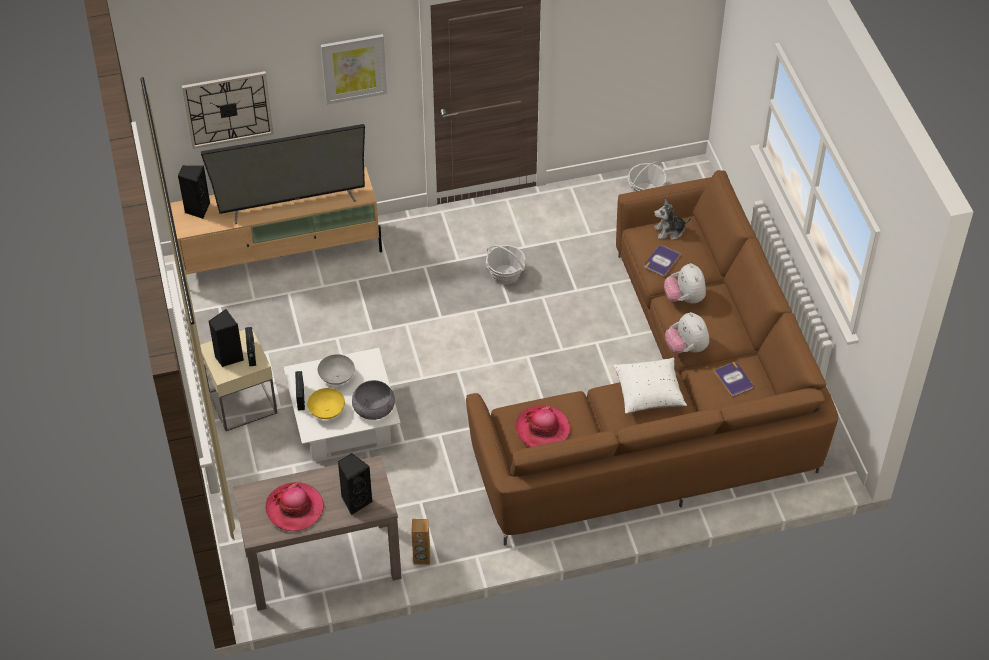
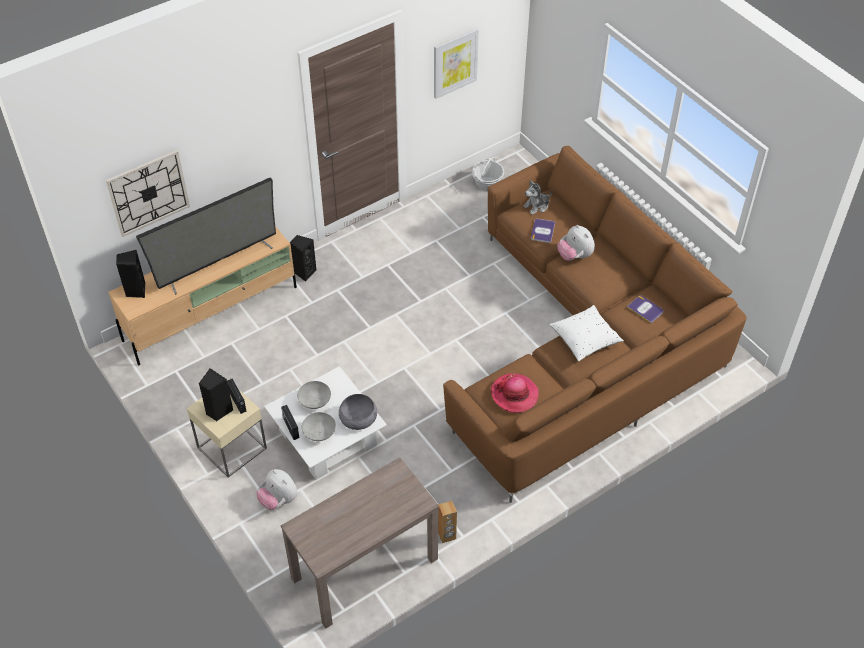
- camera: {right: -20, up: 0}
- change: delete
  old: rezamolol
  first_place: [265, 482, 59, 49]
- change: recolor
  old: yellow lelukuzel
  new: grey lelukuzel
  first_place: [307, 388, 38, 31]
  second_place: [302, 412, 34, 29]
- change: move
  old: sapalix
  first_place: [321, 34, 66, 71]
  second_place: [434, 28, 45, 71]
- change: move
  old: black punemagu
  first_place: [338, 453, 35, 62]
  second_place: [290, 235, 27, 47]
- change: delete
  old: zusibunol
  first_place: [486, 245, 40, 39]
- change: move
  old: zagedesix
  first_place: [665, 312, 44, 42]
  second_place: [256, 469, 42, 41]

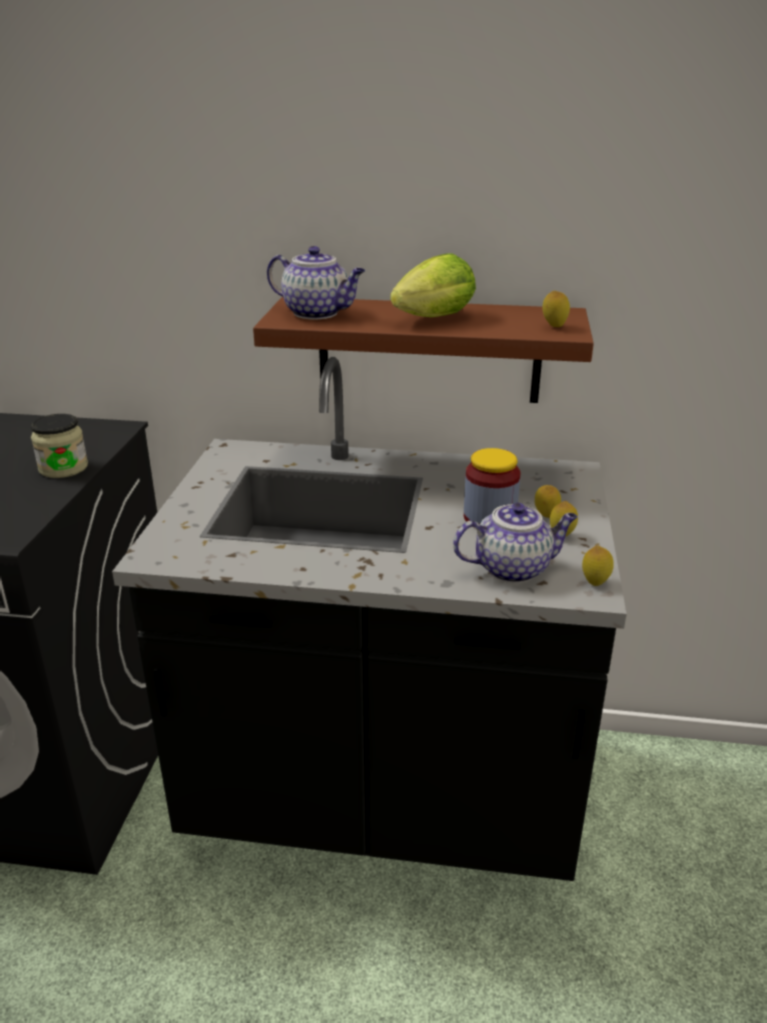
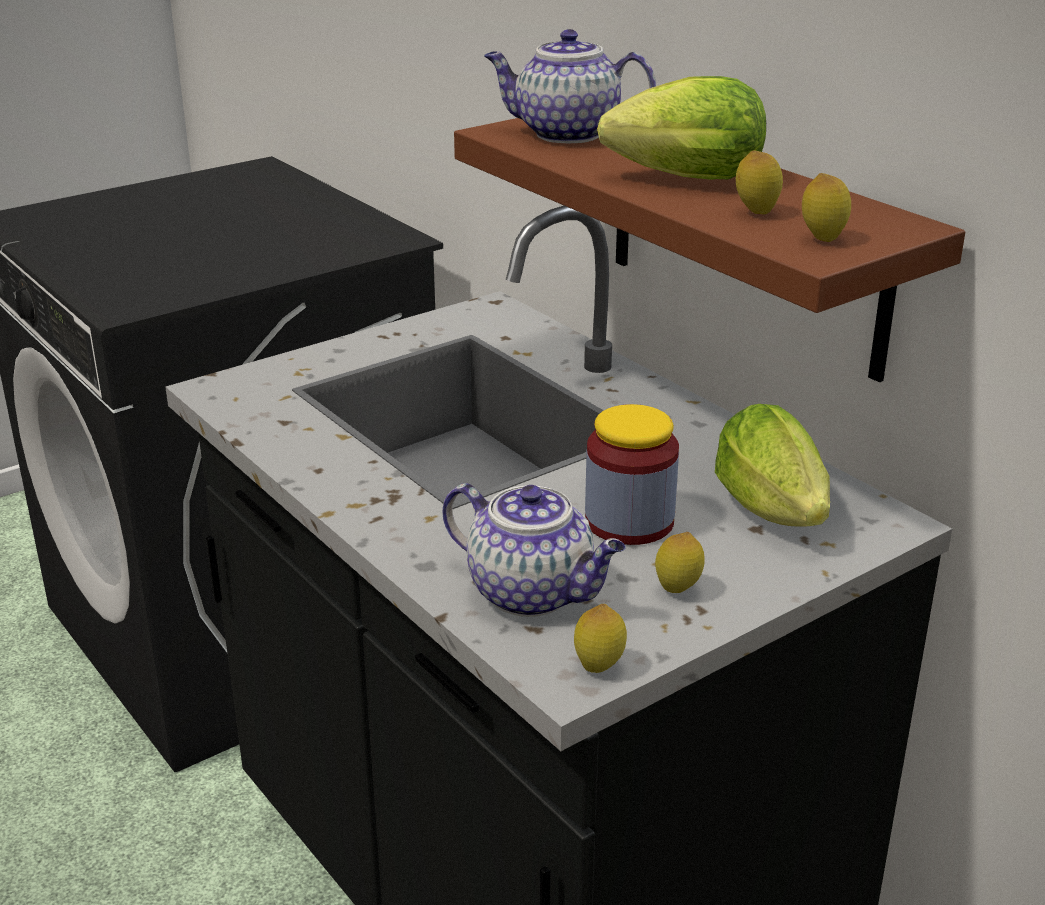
- camera: {right: 45, up: 0}
- change: delete
  old: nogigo
  first_place: [31, 414, 57, 64]
- change: rotate
  old: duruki
  first_place: [267, 246, 98, 74]
  second_place: [484, 29, 172, 114]
  degrees: 120
- change: move
  old: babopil
  first_place: [535, 485, 26, 33]
  second_place: [736, 151, 47, 64]
- change: insert
  new: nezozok
  second_place: [715, 404, 115, 123]

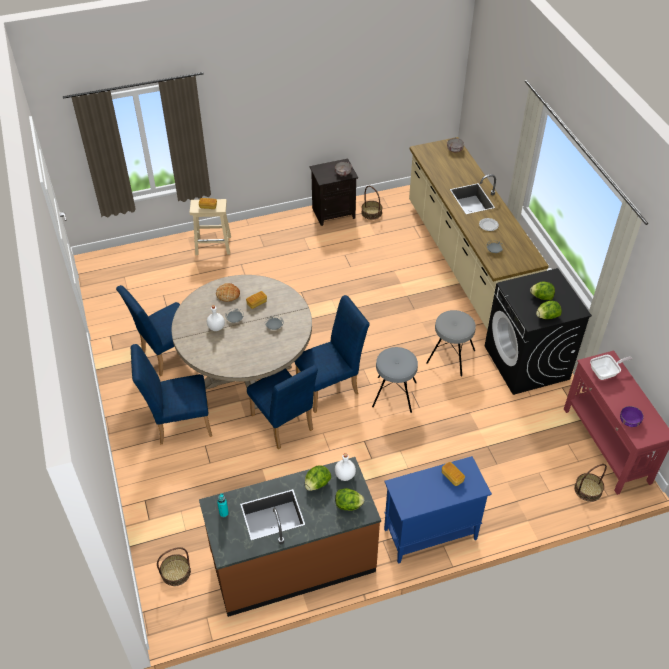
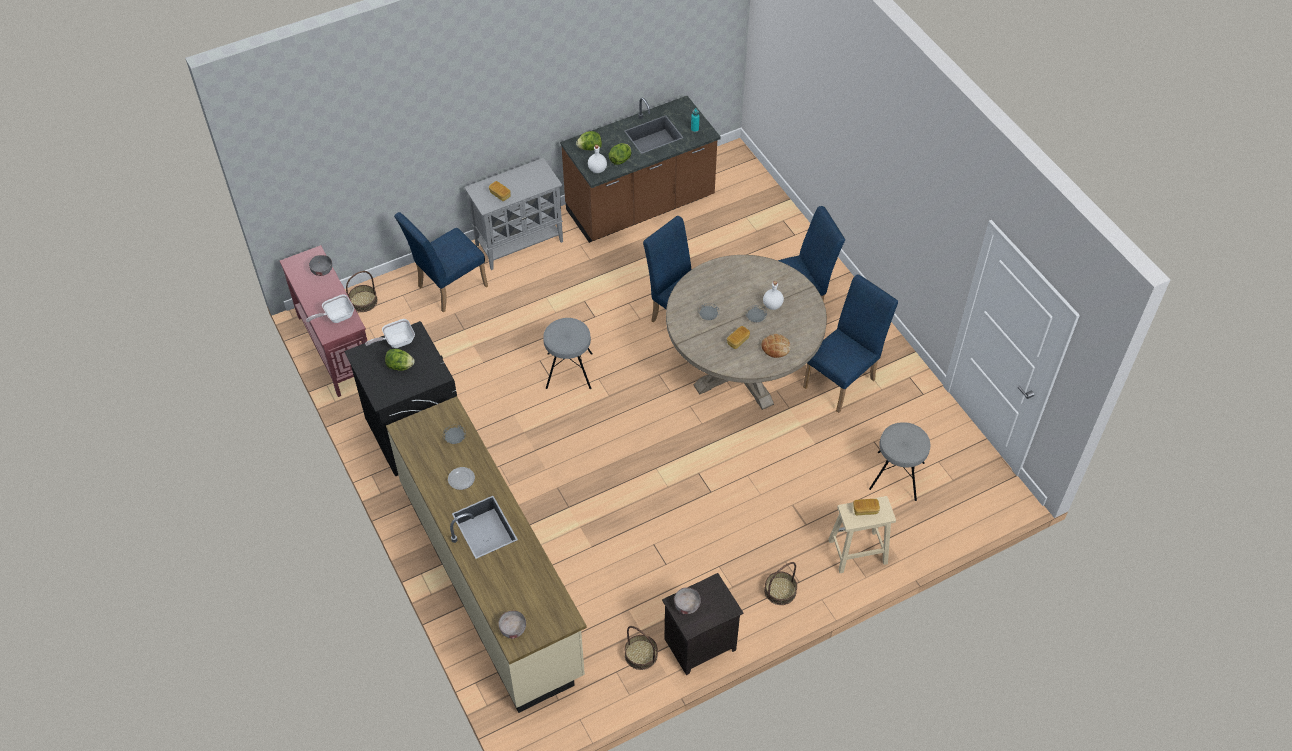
- camera: {right: 170, up: 5}
- change: move
  old: zusibunol
  first_place: [157, 547, 34, 39]
  second_place: [764, 562, 33, 43]
- change: move
  old: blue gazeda
  first_place: [295, 295, 75, 118]
  second_place: [394, 212, 94, 101]
- change: recolor
  old: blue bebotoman
  new: grey bebotoman
  first_place: [384, 456, 108, 108]
  second_place: [464, 158, 99, 112]
- change: move
  old: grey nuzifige
  first_place: [426, 310, 50, 67]
  second_place: [869, 422, 61, 79]
- change: replace
  old: nezozok
  new: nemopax
  first_place: [536, 301, 26, 18]
  second_place: [365, 319, 50, 29]
- change: recolor
  old: purple lelukuzel
  new: grey lelukuzel
  first_place: [620, 406, 24, 21]
  second_place: [309, 255, 23, 21]

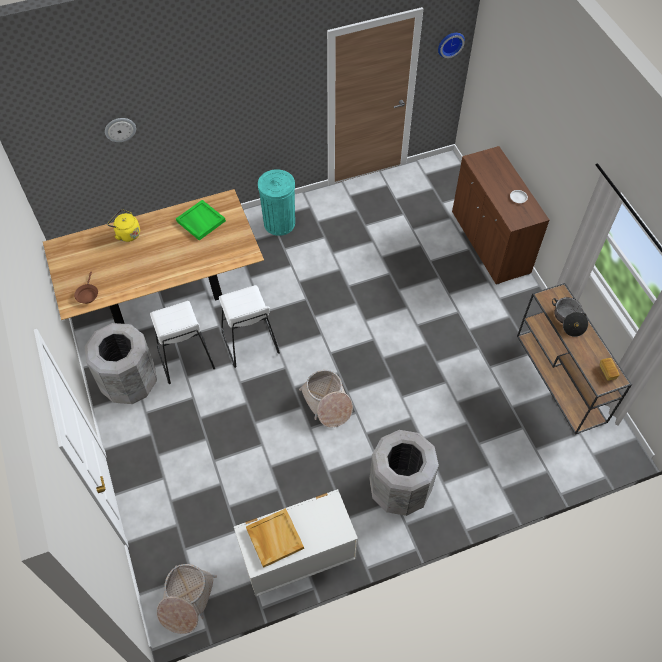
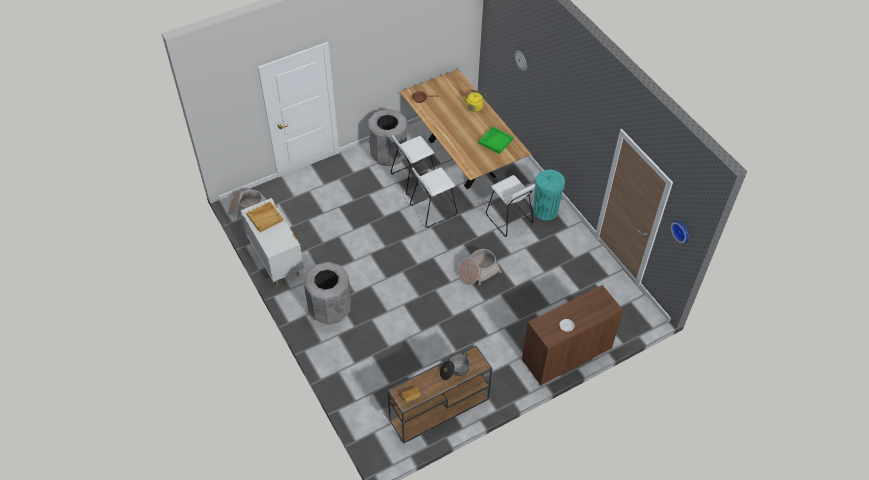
- camera: {right: 80, up: -5}
- change: move
  old: zusibunol
  first_place: [299, 370, 54, 57]
  second_place: [458, 249, 44, 36]
- change: insert
  new: white nuzifige
  second_place: [486, 175, 49, 62]

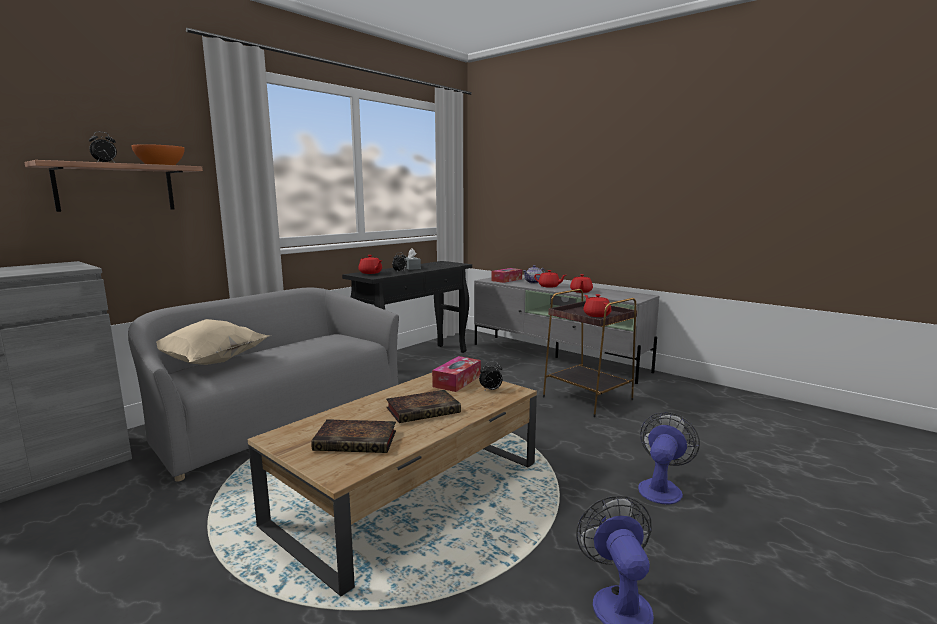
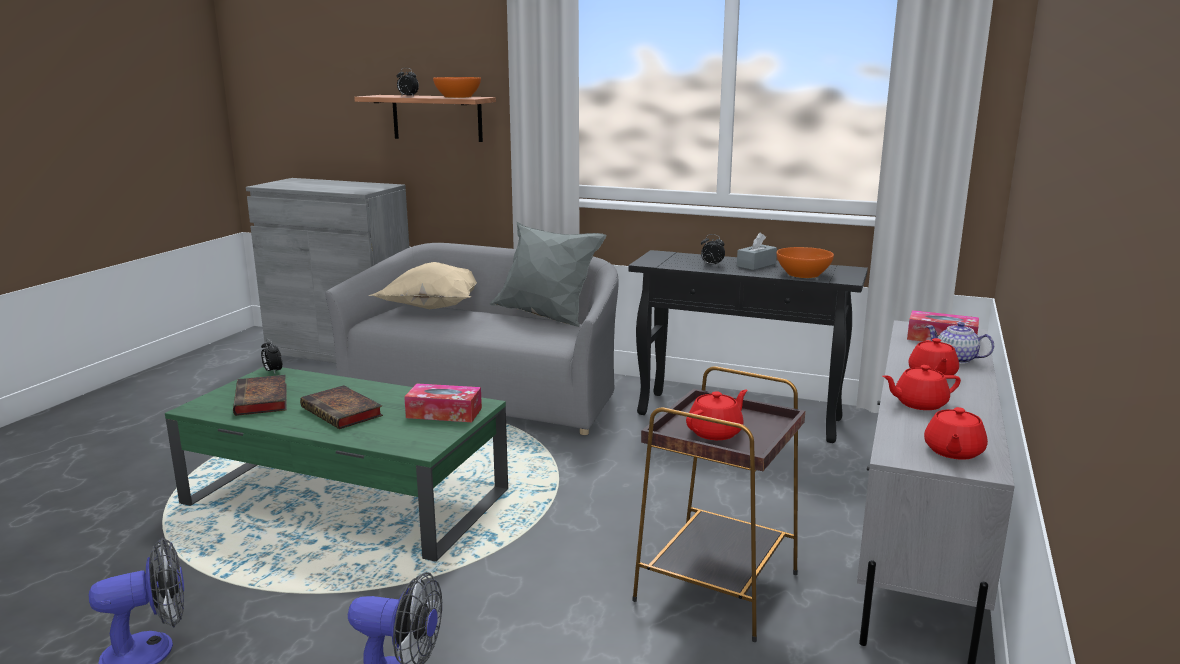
- camera: {right: 70, up: 5}
- change: recolor
  old: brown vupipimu
  new: green vupipimu
  first_place: [248, 373, 289, 223]
  second_place: [165, 367, 343, 195]
- change: move
  old: red duruki
  first_place: [359, 255, 23, 19]
  second_place: [924, 407, 64, 53]
- change: move
  old: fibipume
  first_place: [479, 361, 23, 31]
  second_place: [261, 339, 21, 34]
- change: insert
  new: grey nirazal
  second_place: [489, 222, 118, 105]
- change: insert
  new: orange lelukuzel
  second_place: [777, 247, 57, 31]

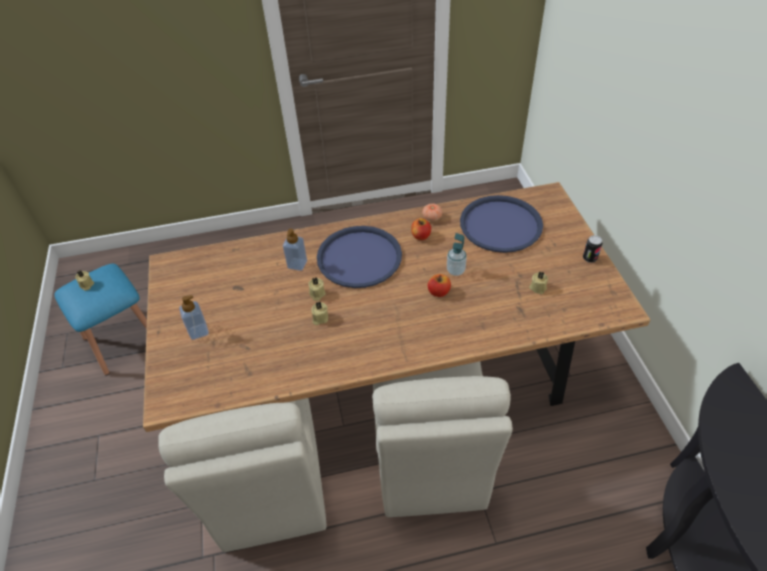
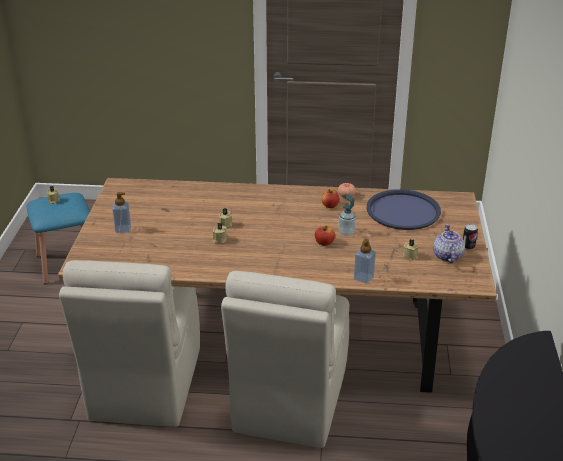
- camera: {right: 15, up: -15}
- change: move
  old: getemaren
  first_place: [283, 228, 24, 43]
  second_place: [354, 239, 22, 45]
- change: delete
  old: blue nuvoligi
  first_place: [317, 226, 85, 62]
- change: insert
  new: duruki
  second_place: [433, 224, 32, 39]

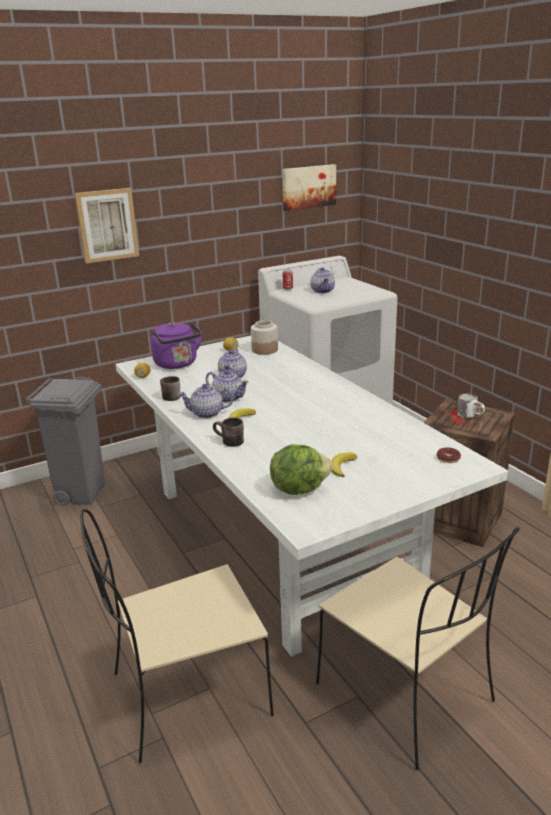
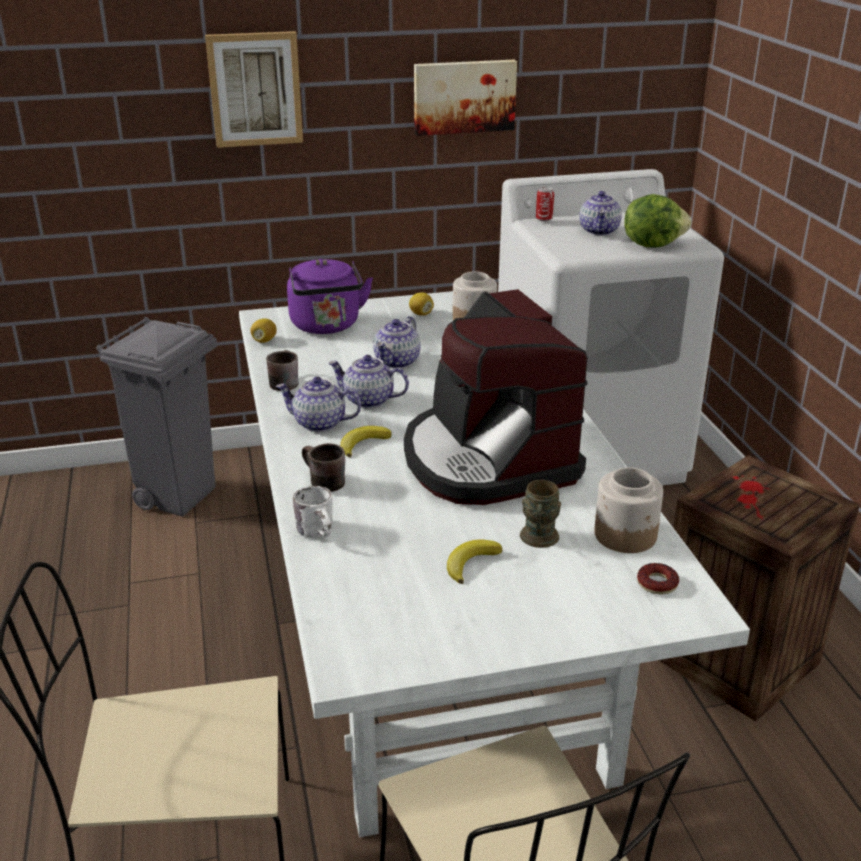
- camera: {right: 15, up: 5}
- change: rotate
  old: duruki
  first_place: [206, 370, 43, 32]
  second_place: [328, 355, 81, 53]
  degrees: 150
- change: move
  old: nezozok
  first_place: [270, 444, 62, 51]
  second_place: [624, 194, 67, 54]
- change: move
  old: sapalix
  first_place: [282, 164, 54, 47]
  second_place: [414, 60, 103, 76]
- change: move
  old: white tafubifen
  first_place: [457, 393, 28, 25]
  second_place: [293, 486, 40, 51]
- change: insert
  new: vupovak
  second_place: [404, 289, 183, 216]
- change: insert
  new: brown tafubifen
  second_place: [520, 480, 41, 68]
- change: insert
  new: nogigo
  second_place: [594, 467, 69, 86]

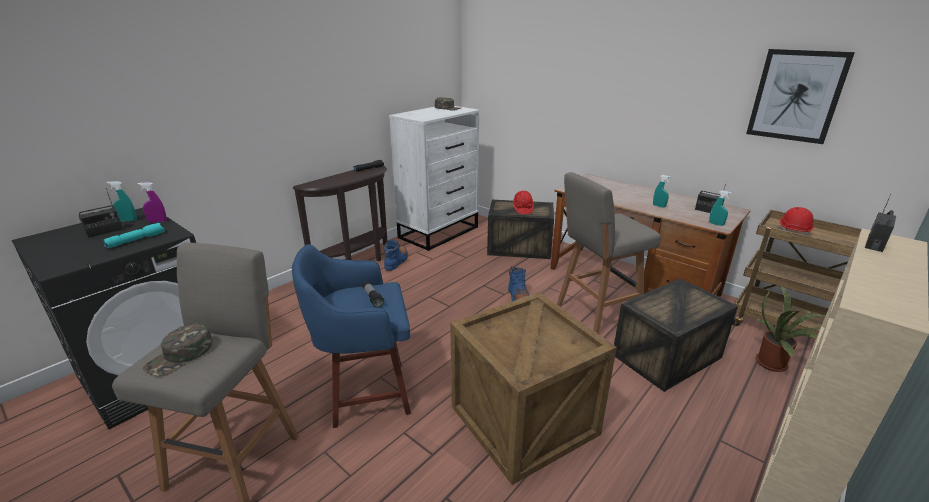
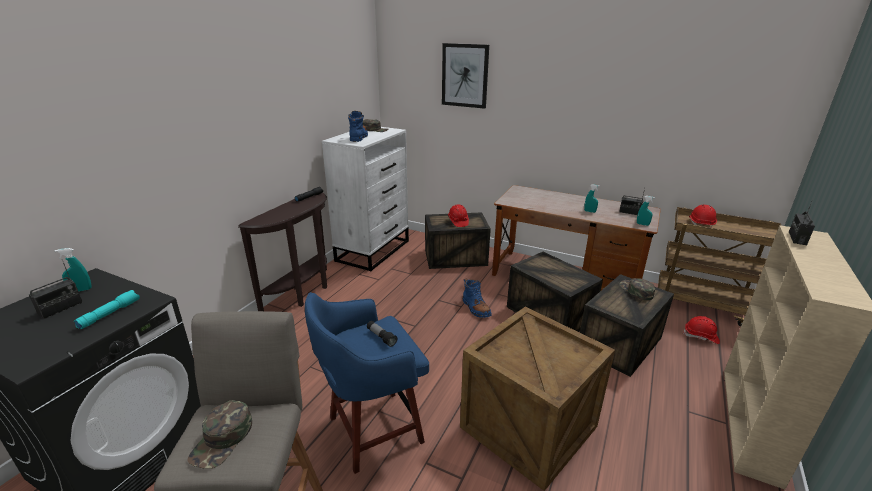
- camera: {right: -15, up: 0}
- change: delete
  old: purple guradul
  first_place: [137, 182, 30, 41]
- change: move
  old: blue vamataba
  first_place: [384, 240, 24, 31]
  second_place: [348, 111, 20, 31]
- change: replace
  old: grey nuzifige
  new: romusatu
  first_place: [557, 172, 104, 162]
  second_place: [507, 252, 96, 80]
- change: move
  old: sapalix
  first_place: [746, 49, 109, 95]
  second_place: [442, 43, 47, 66]
- change: replace
  old: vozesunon
  new: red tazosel
  first_place: [756, 287, 69, 85]
  second_place: [683, 316, 37, 28]
- change: insert
  new: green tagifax
  second_place: [620, 278, 35, 22]

